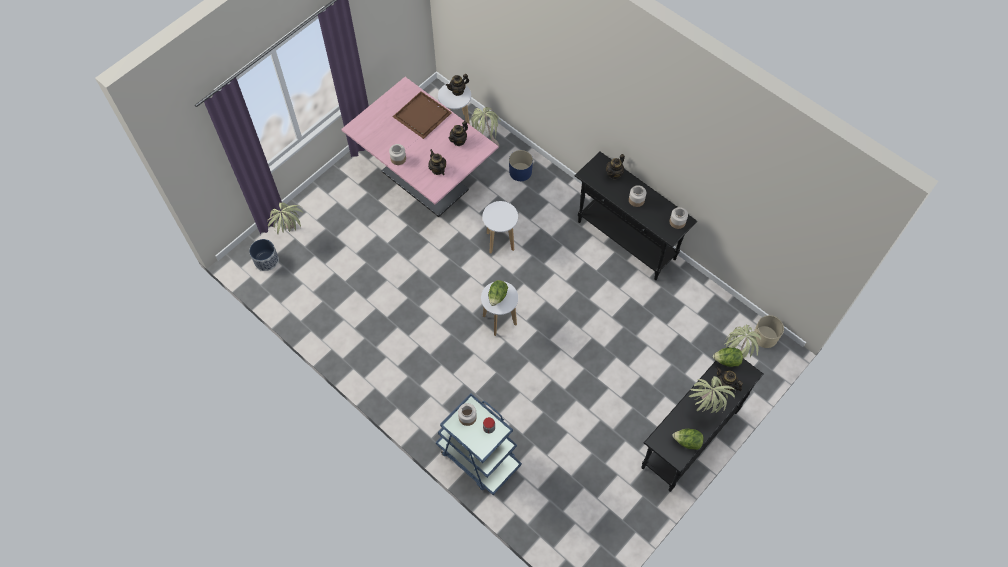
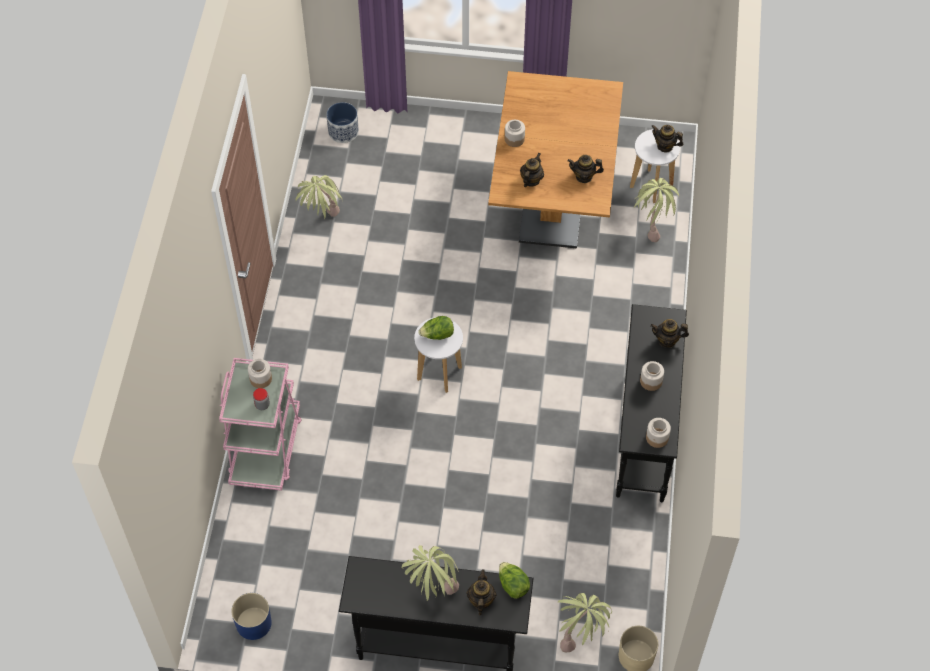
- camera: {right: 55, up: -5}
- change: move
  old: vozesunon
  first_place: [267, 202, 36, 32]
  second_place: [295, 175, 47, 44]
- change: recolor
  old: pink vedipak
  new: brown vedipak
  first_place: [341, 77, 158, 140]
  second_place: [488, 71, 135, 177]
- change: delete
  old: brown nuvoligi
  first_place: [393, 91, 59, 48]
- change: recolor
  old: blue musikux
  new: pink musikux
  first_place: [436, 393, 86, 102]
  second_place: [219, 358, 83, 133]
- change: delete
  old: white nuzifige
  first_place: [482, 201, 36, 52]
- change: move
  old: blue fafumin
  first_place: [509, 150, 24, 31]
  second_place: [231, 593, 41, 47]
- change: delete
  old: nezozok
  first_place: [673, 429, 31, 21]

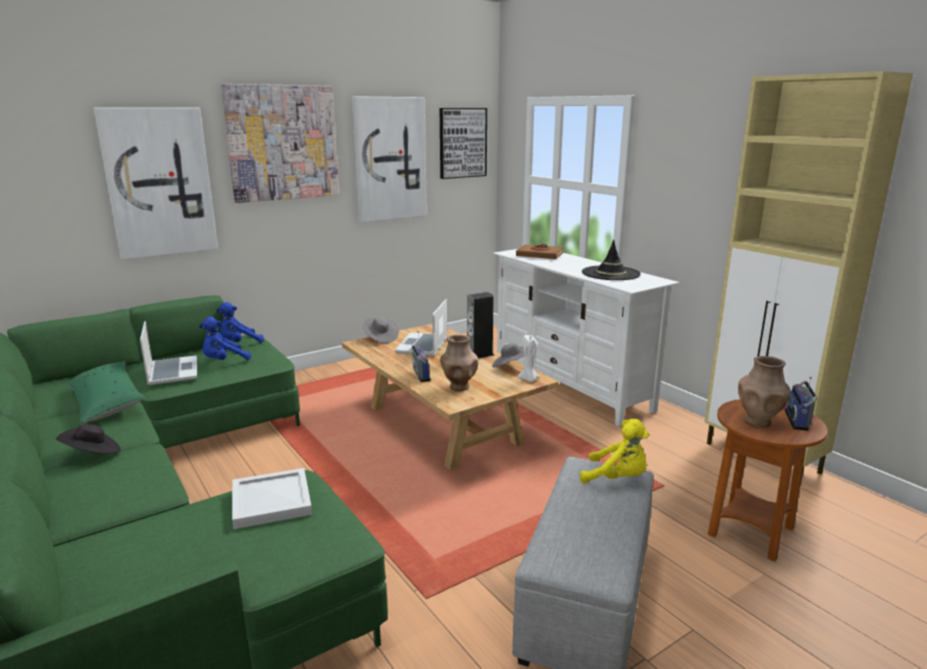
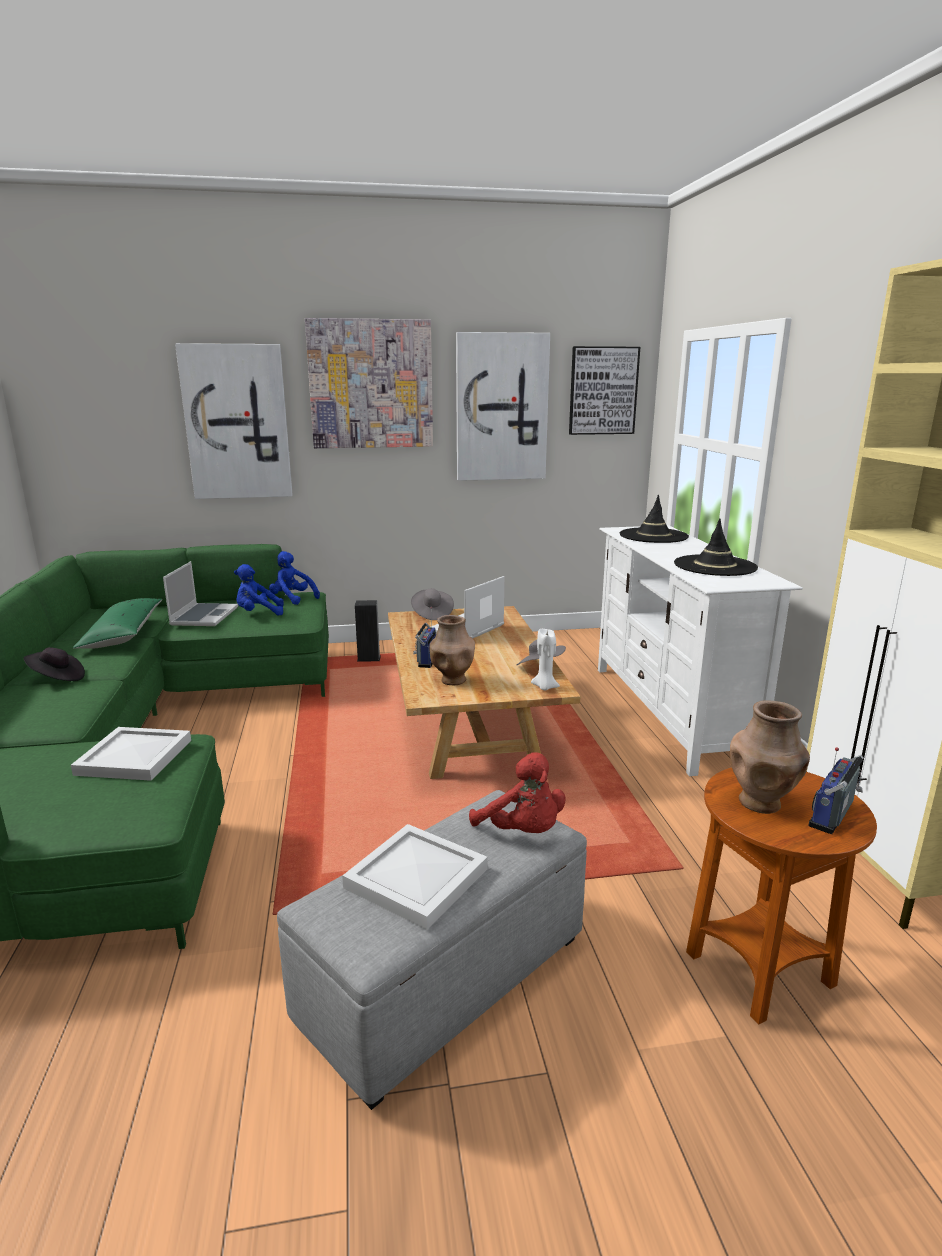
- camera: {right: 25, up: 0}
- change: rotate
  old: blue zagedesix
  first_place: [216, 302, 48, 41]
  second_place: [269, 551, 51, 54]
  degrees: 45
- change: move
  old: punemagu
  first_place: [467, 292, 27, 66]
  second_place: [355, 600, 26, 62]
- change: replace
  old: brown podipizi
  new: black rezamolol
  first_place: [516, 244, 48, 15]
  second_place: [620, 495, 69, 48]
- change: recolor
  old: yellow zagedesix
  new: red zagedesix
  first_place: [580, 419, 69, 64]
  second_place: [469, 752, 97, 81]
- change: insert
  new: white nuvoligi
  second_place: [342, 824, 146, 106]

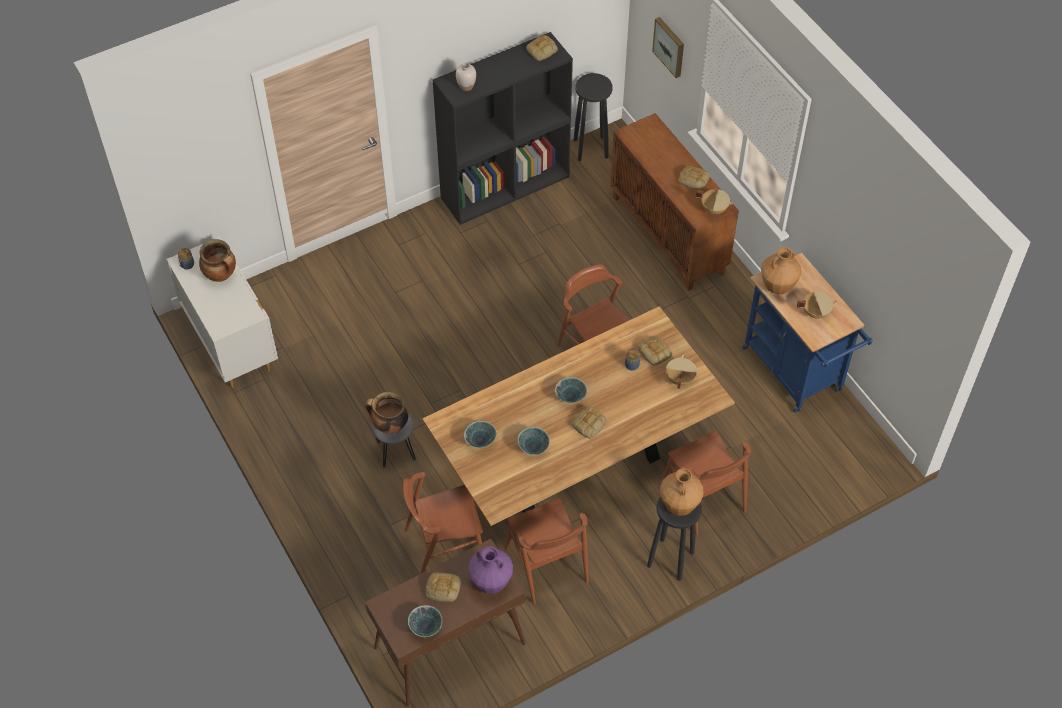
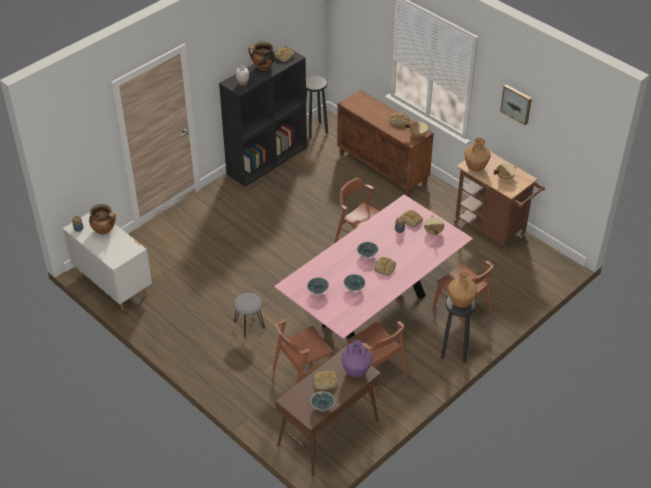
- camera: {right: -15, up: -10}
- change: move
  old: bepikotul
  first_place: [365, 392, 44, 42]
  second_place: [248, 42, 27, 28]
- change: recolor
  old: brown vedipak
  new: pink vedipak
  first_place: [422, 306, 313, 220]
  second_place: [274, 195, 199, 144]
- change: move
  old: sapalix
  first_place: [652, 17, 32, 61]
  second_place: [500, 84, 32, 41]
- change: recolor
  old: blue musikux
  new: brown musikux
  first_place: [742, 253, 131, 160]
  second_place: [454, 152, 91, 100]

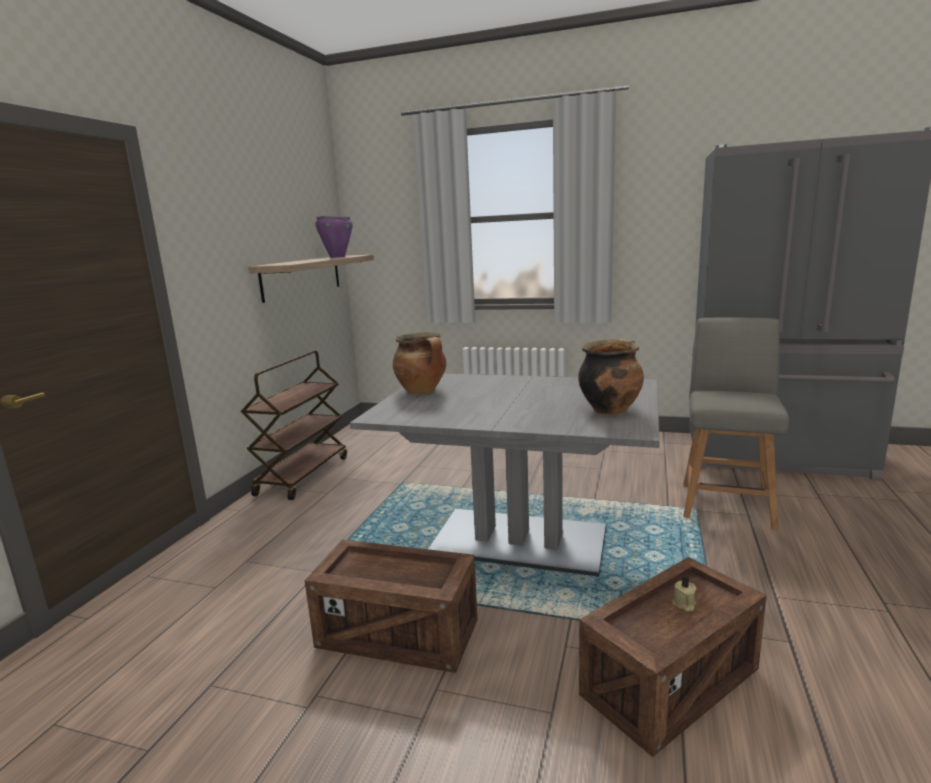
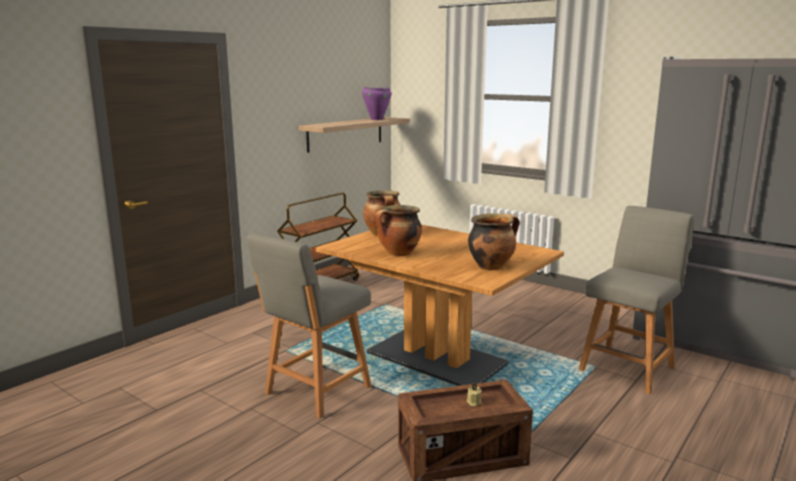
- camera: {right: 20, up: 0}
- change: replace
  old: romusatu
  new: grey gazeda
  first_place: [305, 540, 173, 133]
  second_place: [247, 233, 124, 185]
- change: recolor
  old: grey vedipak
  new: brown vedipak
  first_place: [350, 374, 310, 202]
  second_place: [316, 225, 248, 161]
- change: insert
  new: bepikotul
  second_place: [375, 205, 47, 52]

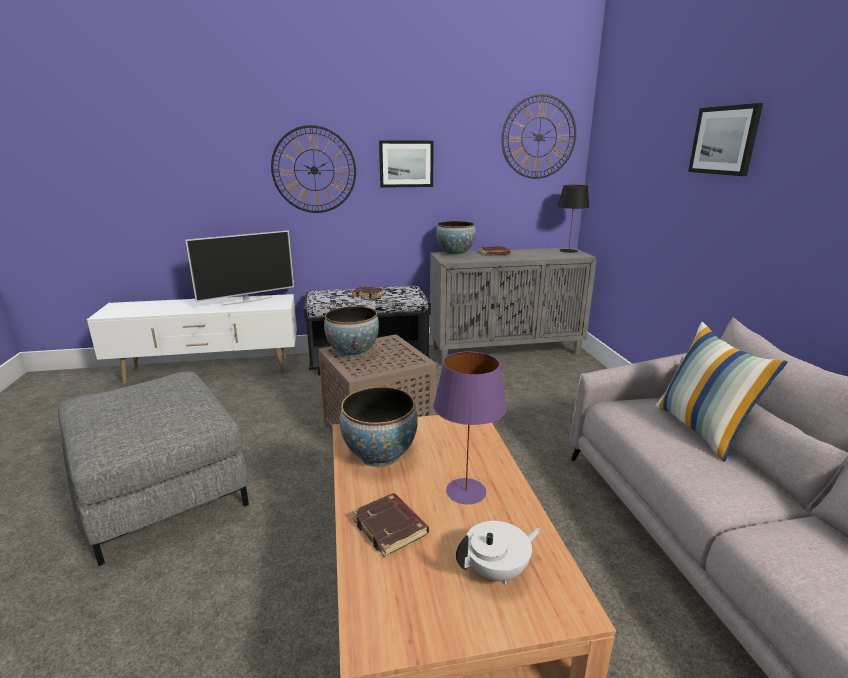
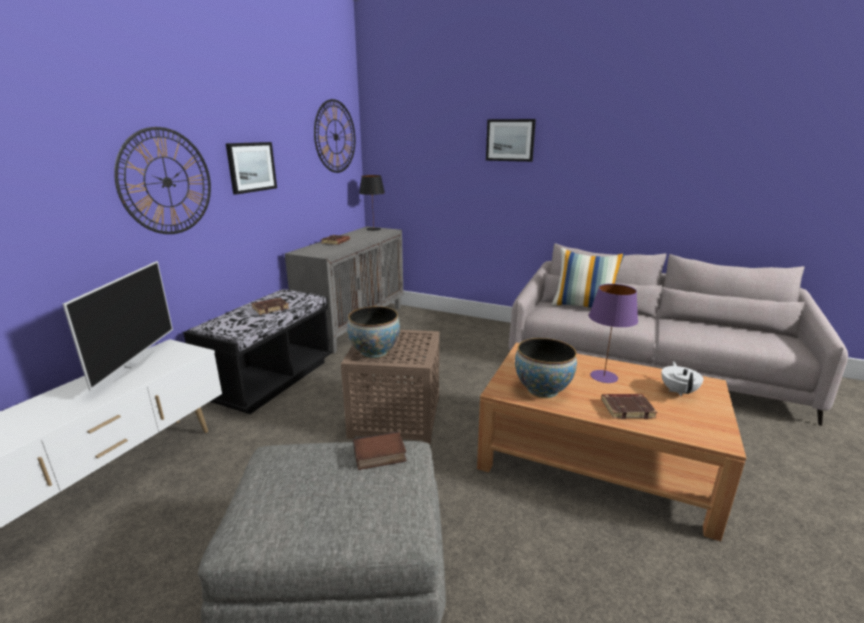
- camera: {right: -55, up: 0}
- change: delete
  old: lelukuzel
  first_place: [436, 221, 40, 35]
- change: insert
  new: podipizi
  second_place: [353, 431, 53, 39]

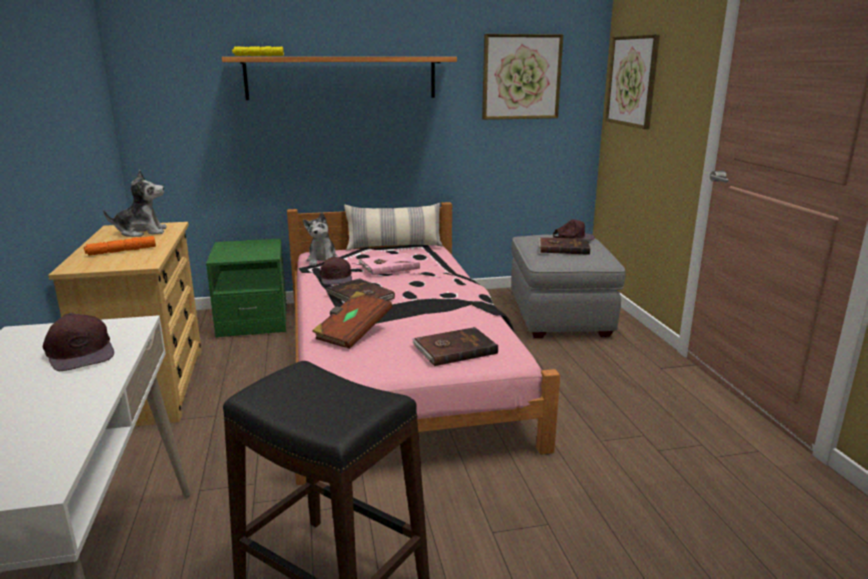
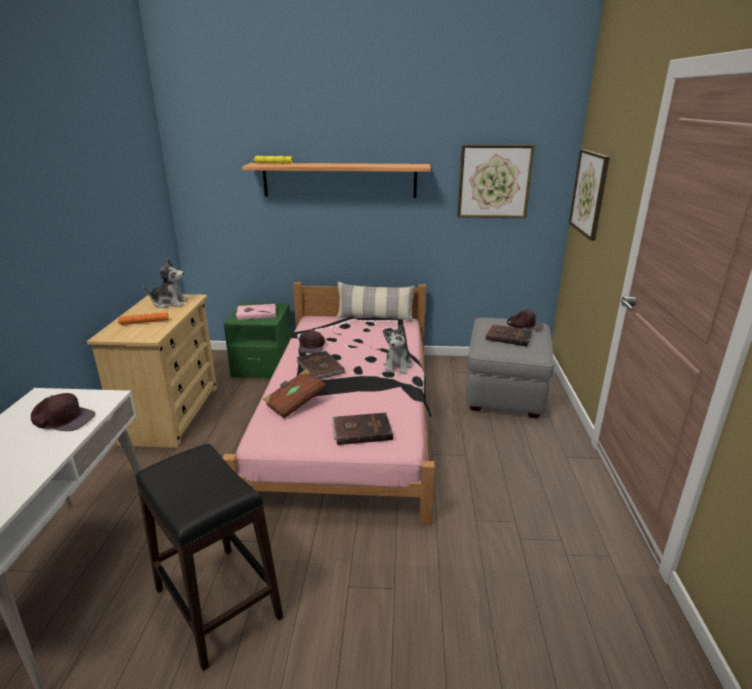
- camera: {right: 15, up: 5}
- change: rotate
  old: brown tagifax
  first_place: [43, 313, 71, 58]
  second_place: [31, 393, 64, 38]
  degrees: -60
- change: move
  old: zagedesix
  first_place: [303, 213, 35, 53]
  second_place: [383, 325, 30, 49]
- change: move
  old: pink podipizi
  first_place: [359, 253, 61, 22]
  second_place: [236, 304, 40, 16]

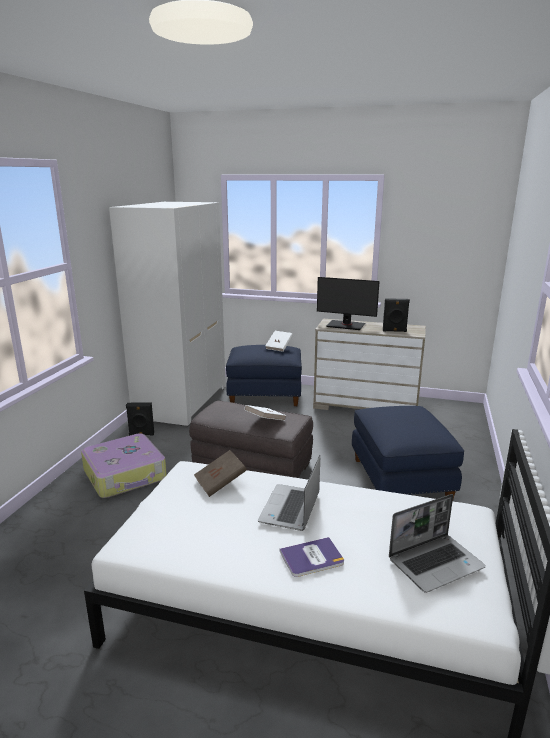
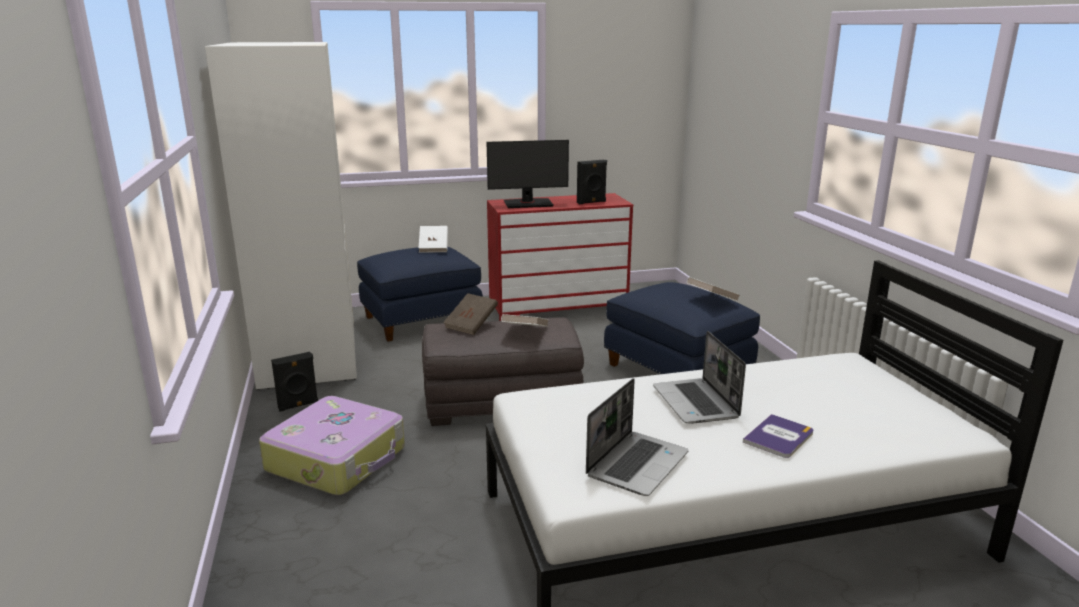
- camera: {right: -30, up: 0}
- change: move
  old: brown podipizi
  first_place: [194, 450, 53, 47]
  second_place: [443, 293, 55, 42]
- change: recolor
  old: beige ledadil
  new: red ledadil
  first_place: [313, 319, 113, 91]
  second_place: [487, 193, 146, 128]
- change: move
  old: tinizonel
  first_place: [389, 494, 97, 99]
  second_place: [586, 378, 103, 118]
- change: insert
  new: white podipizi
  second_place: [687, 277, 52, 24]

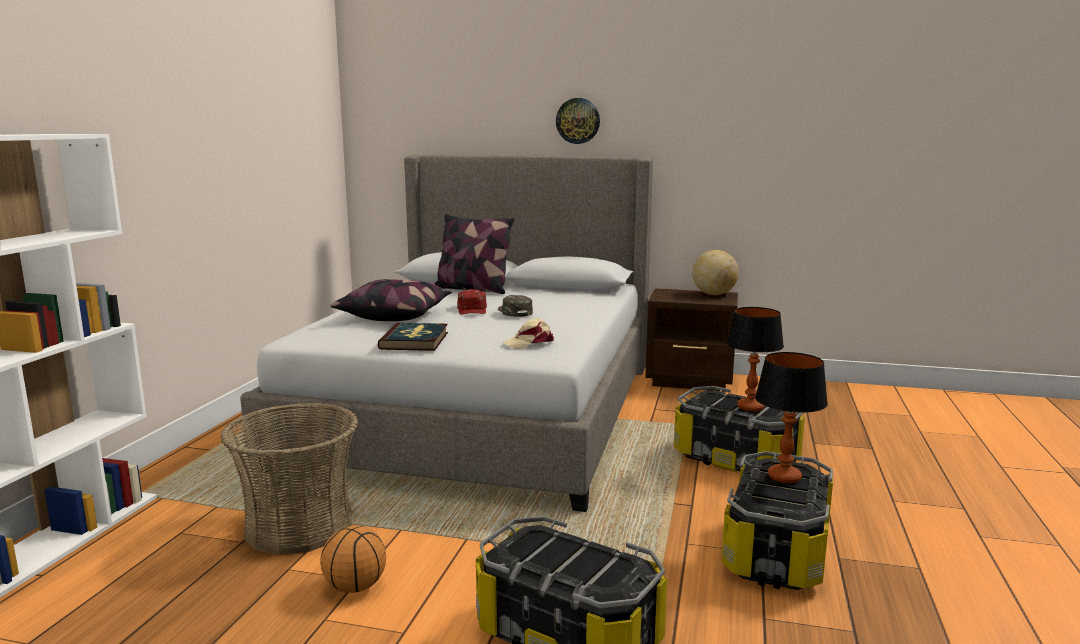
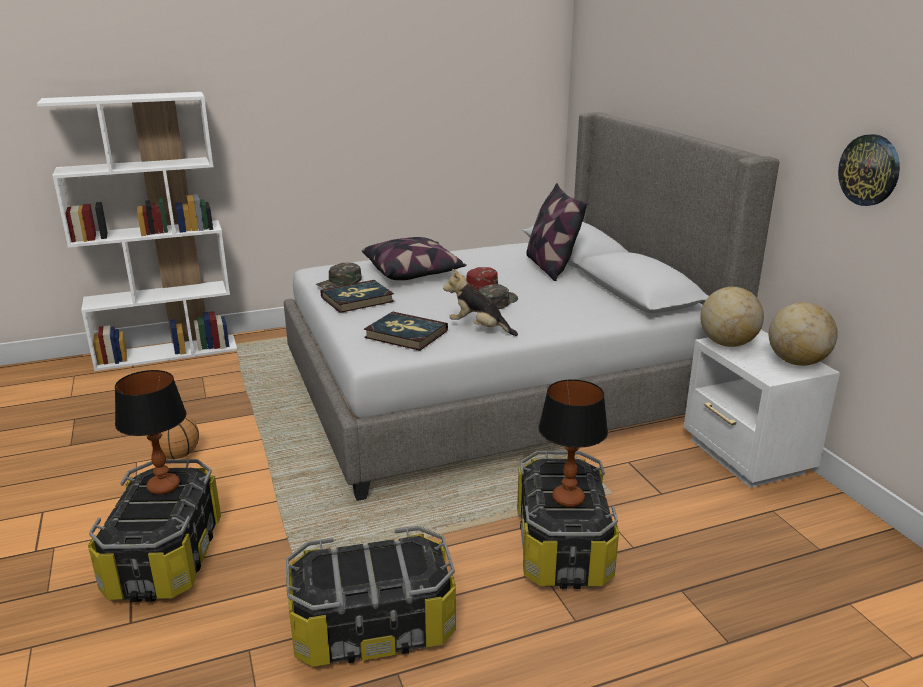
- camera: {right: 55, up: 10}
- change: delete
  old: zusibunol
  first_place: [221, 403, 138, 152]
- change: replace
  old: beige tagifax
  new: podipizi
  first_place: [502, 318, 52, 31]
  second_place: [364, 311, 84, 40]
- change: move
  old: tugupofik
  first_place: [556, 98, 44, 46]
  second_place: [838, 134, 62, 72]
- change: recolor
  old: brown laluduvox
  new: white laluduvox
  first_place: [645, 289, 93, 103]
  second_place: [684, 330, 156, 158]
- change: move
  old: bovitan
  first_place: [755, 352, 73, 132]
  second_place: [115, 370, 71, 125]
- change: insert
  new: green tagifax
  second_place: [316, 263, 46, 26]
- change: insert
  new: zagedesix
  second_place: [443, 269, 75, 67]
- change: insert
  new: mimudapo
  second_place: [700, 287, 64, 60]

